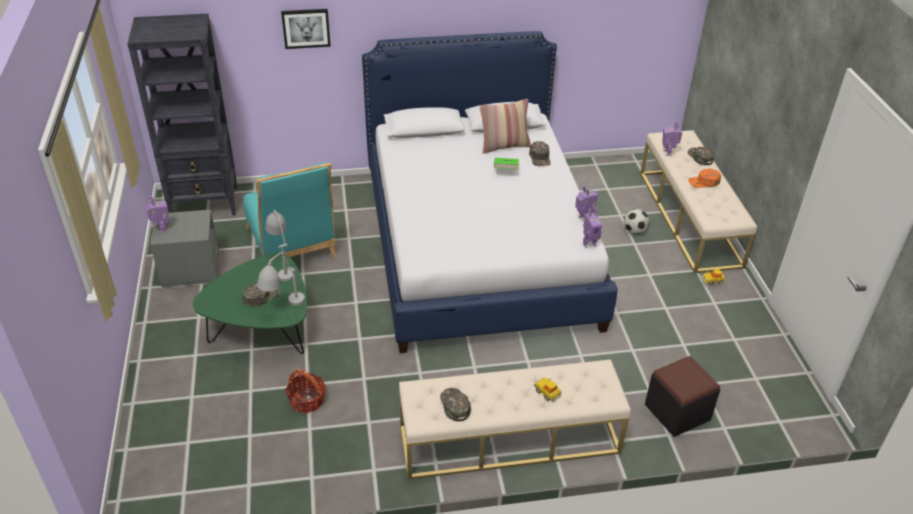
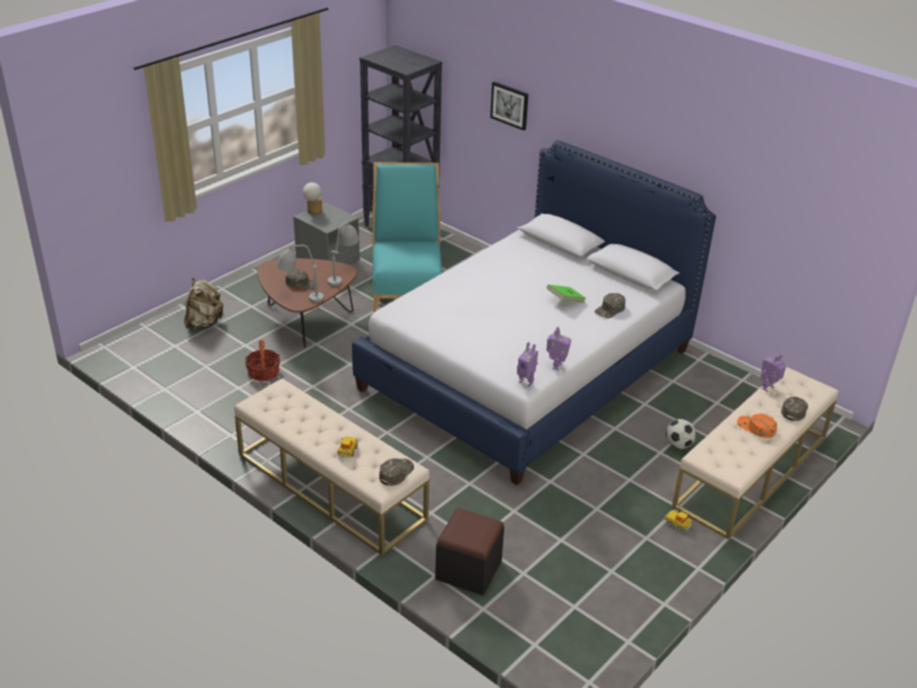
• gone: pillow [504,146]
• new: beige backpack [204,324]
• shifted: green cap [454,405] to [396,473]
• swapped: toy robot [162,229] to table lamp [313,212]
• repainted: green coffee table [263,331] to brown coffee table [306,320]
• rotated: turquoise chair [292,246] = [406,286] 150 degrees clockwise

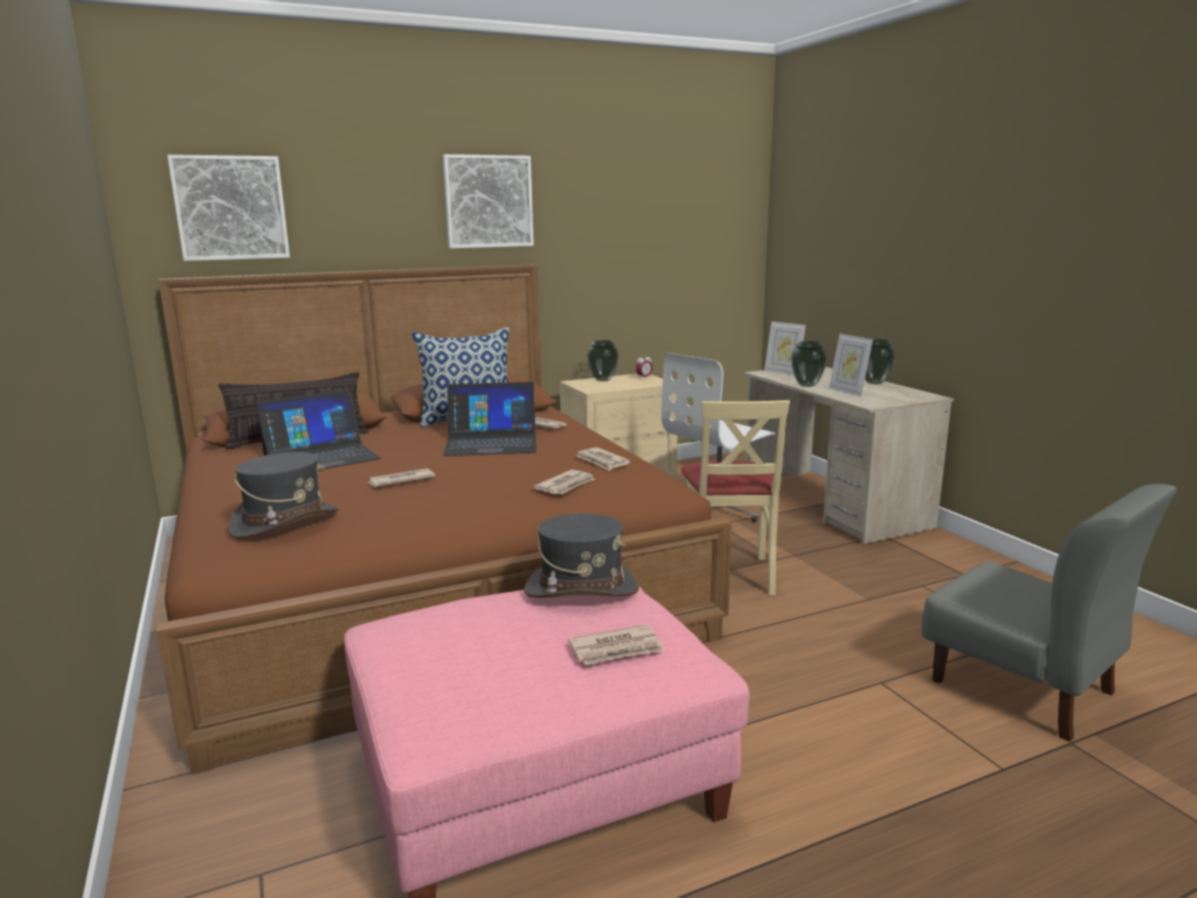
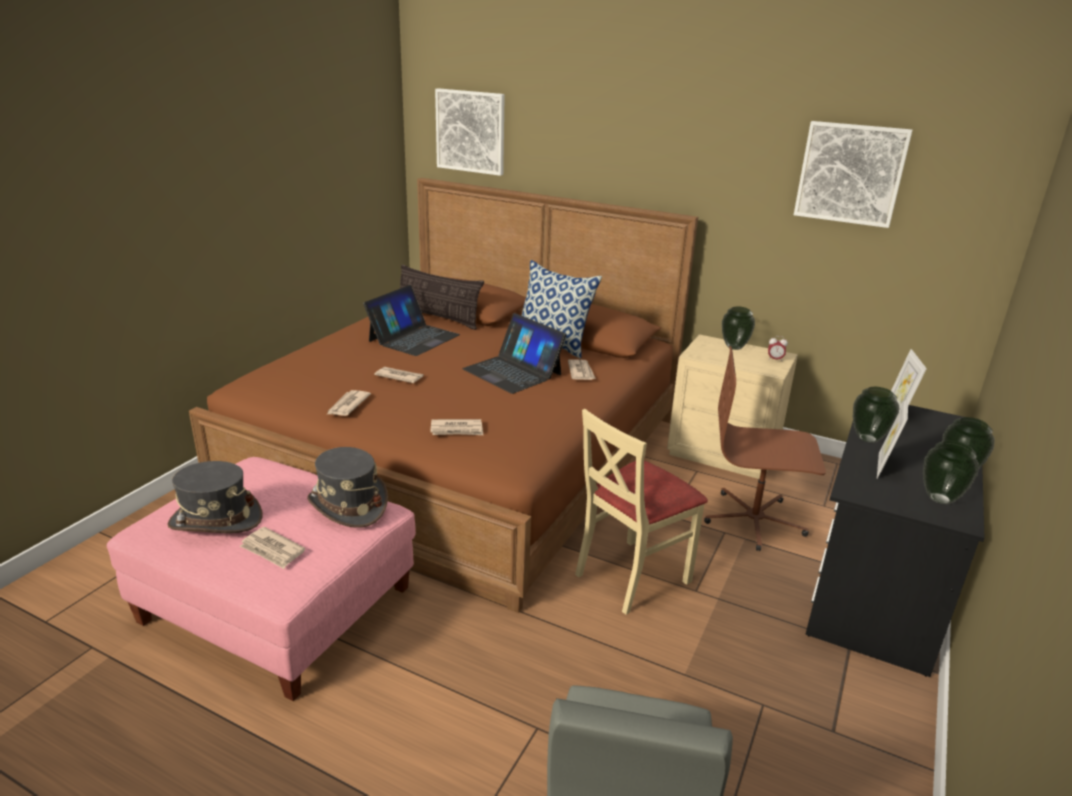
• new: vase [941,499]
• shifted: grey hat [285,522] to [215,520]
• shifted: picture [488,201] to [850,173]
• shifted: newspaper [602,461] to [347,405]
• repainted: white office chair [718,509] to brown office chair [754,521]
• repainted: beige desk [832,504] to black desk [877,583]
• rotated: laptop [321,456] = [413,338] 75 degrees counterclockwise

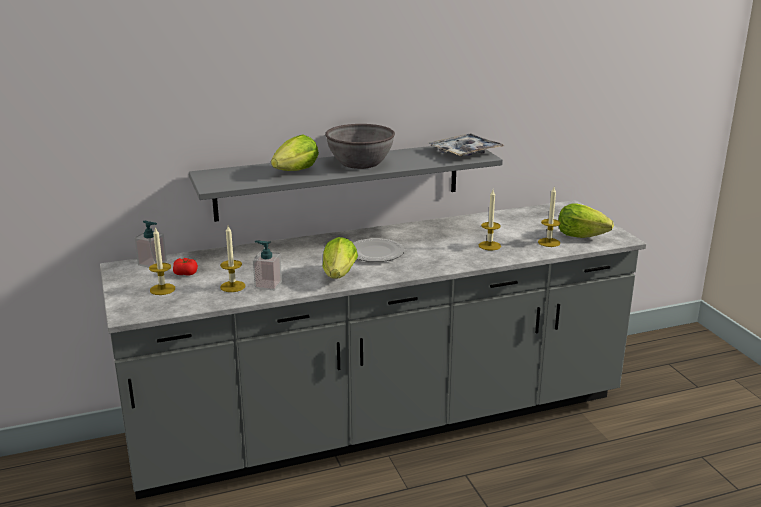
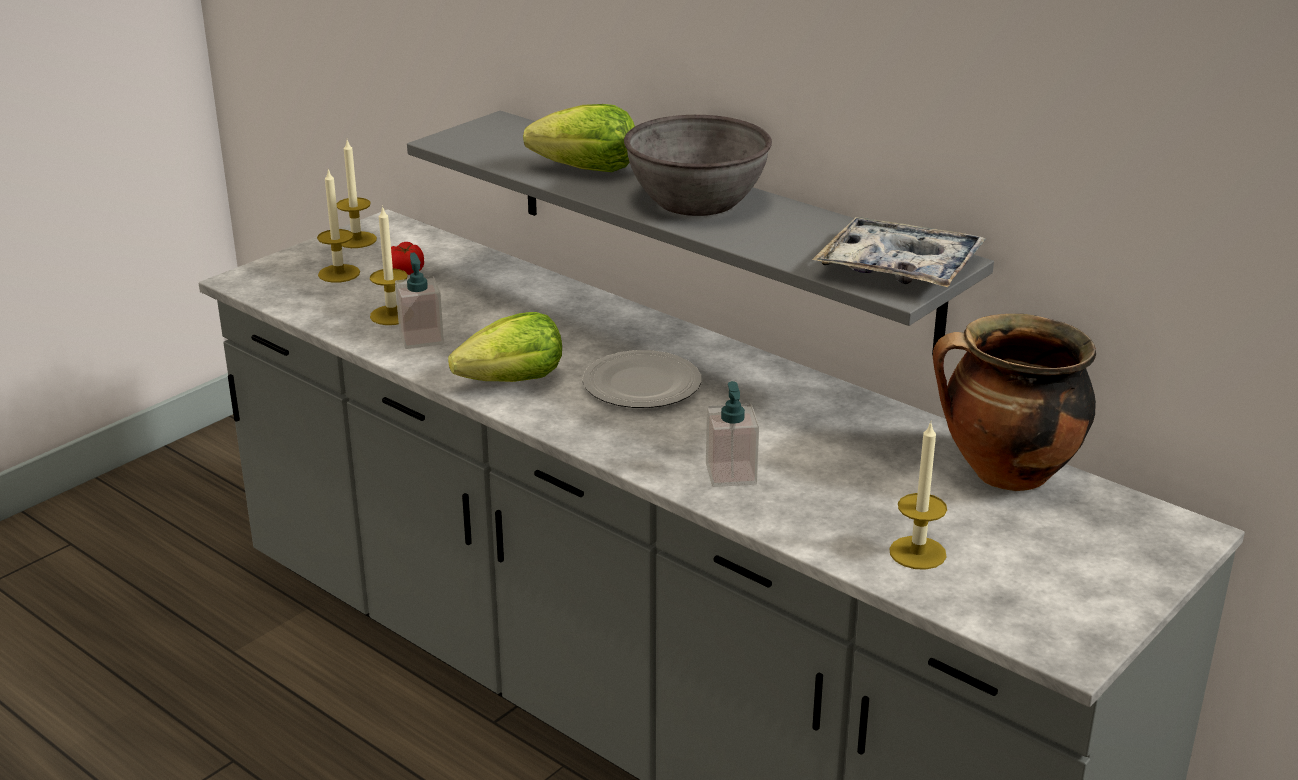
• gone: lettuce [580,236]
• new: cooking pot [1006,475]
• shifted: soap dispenser [152,263] to [731,474]
• shifted: candle [489,245] to [356,240]

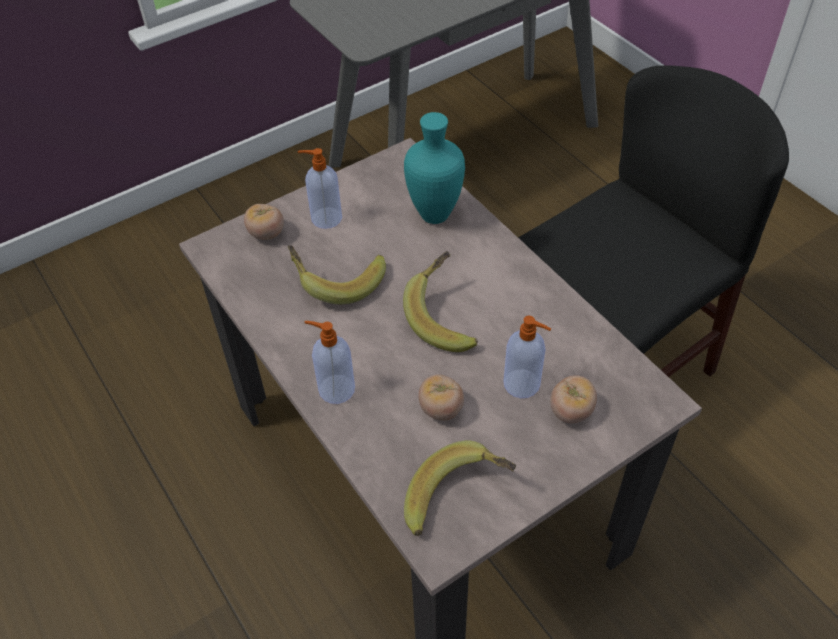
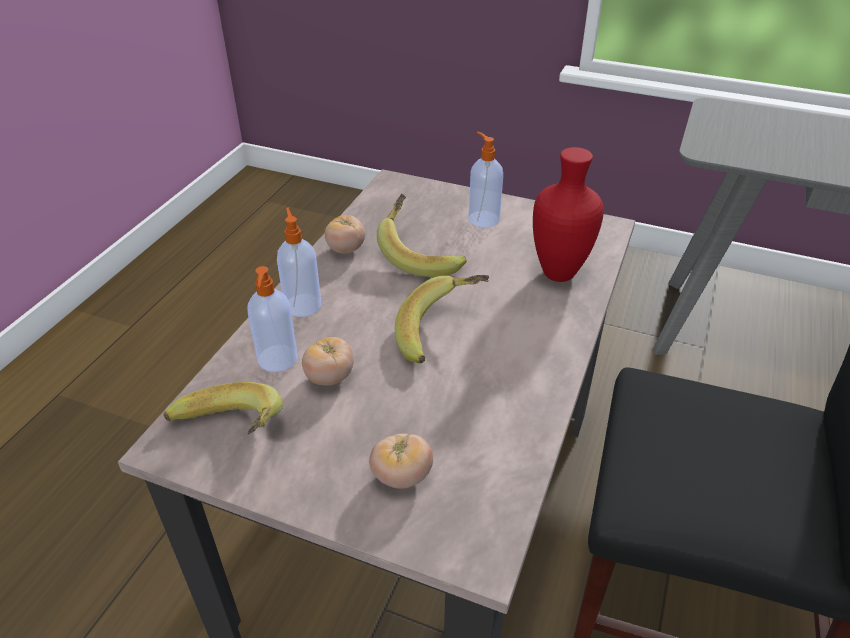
• shifted: tomato [266,233] to [346,249]
• shifted: soap dispenser [523,384] to [277,360]
• repainted: turquoise vase [433,214] to red vase [559,272]

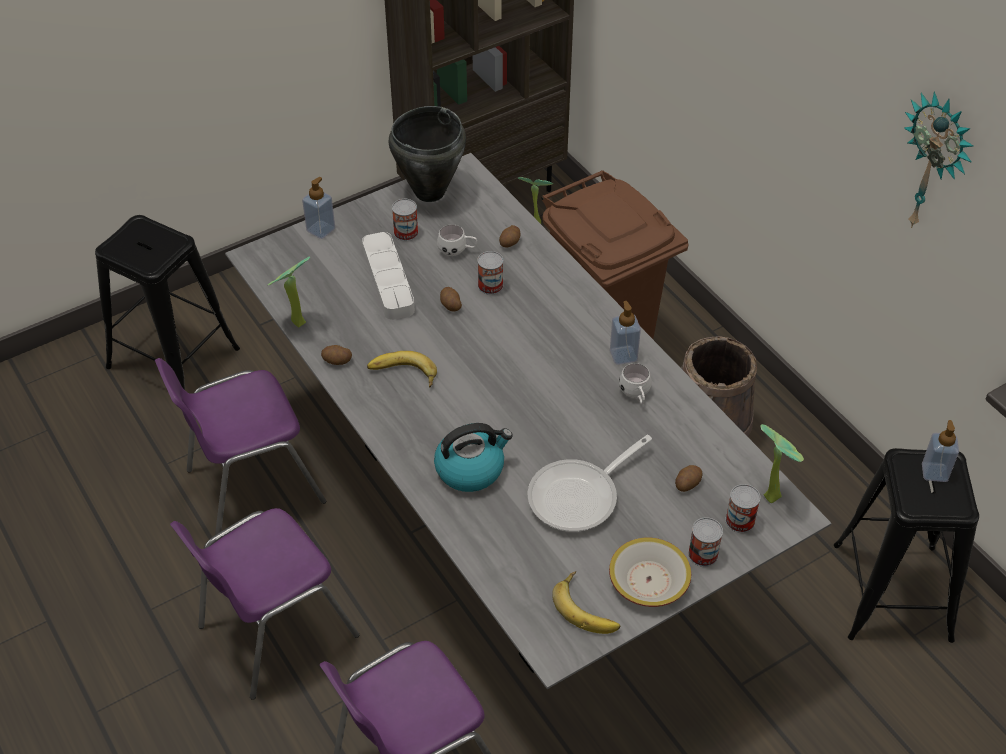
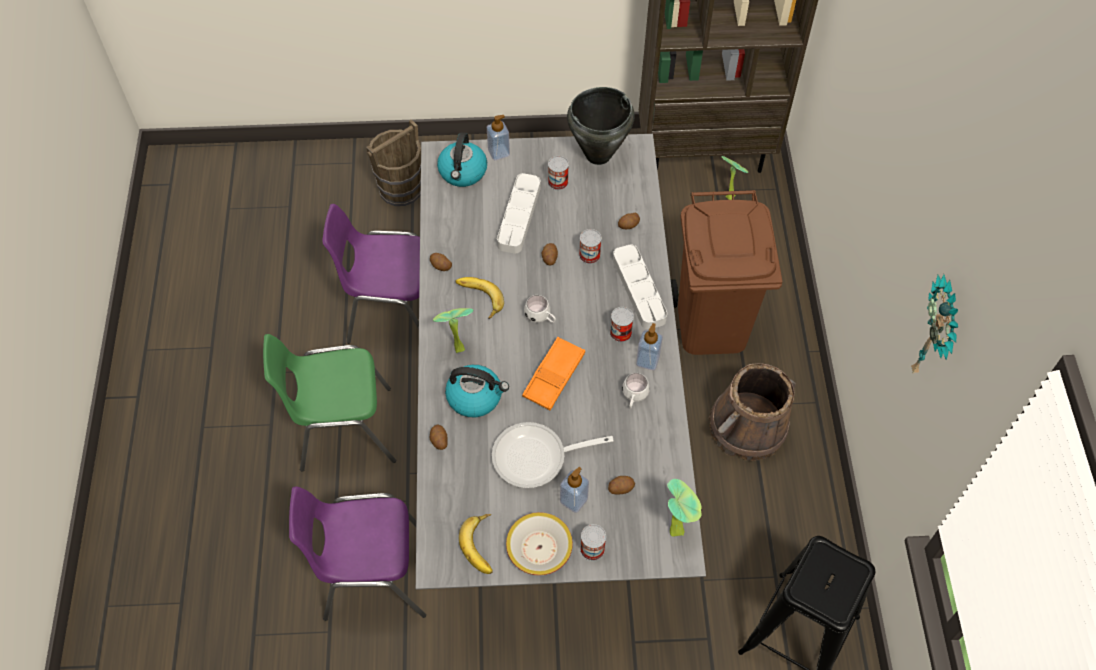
• new: potato [439,440]
• new: kettle [463,172]
• new: orange tray [554,376]
• new: grey tray [639,289]
• shifted: potted plant [294,323] to [456,347]
• shifted: white mug [457,251] to [541,318]
• shifted: can [740,520] to [620,332]
• shifted: soap dispenser [934,472] to [573,500]
• swapped: black stool [173,358] to brown bucket [400,189]
• repainted: purple chair [273,632] to green chair [343,429]

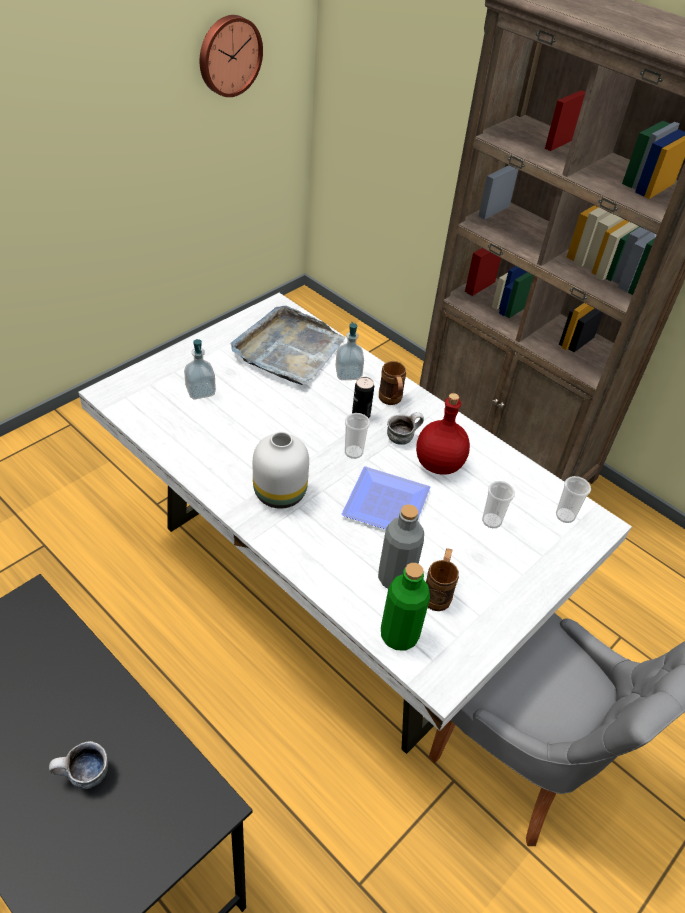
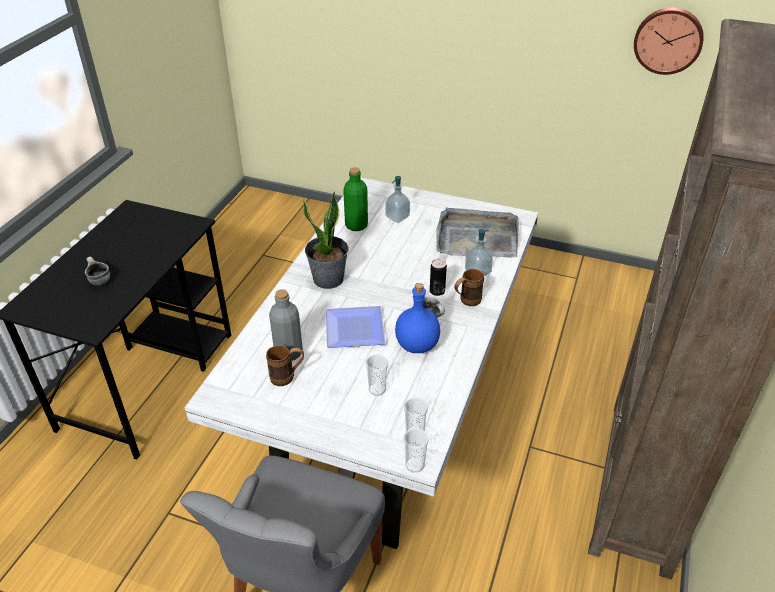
• shifted: cup [353,452] to [415,465]
• shifted: green bottle [399,635] to [356,225]
• swapped: white vase [279,494] to potted plant [329,279]
• repainted: red bottle [438,464] to blue bottle [417,344]

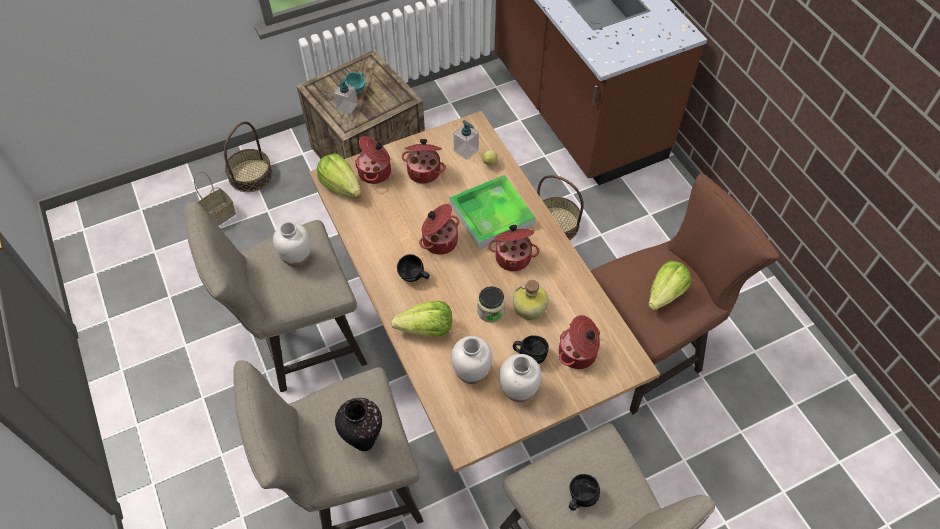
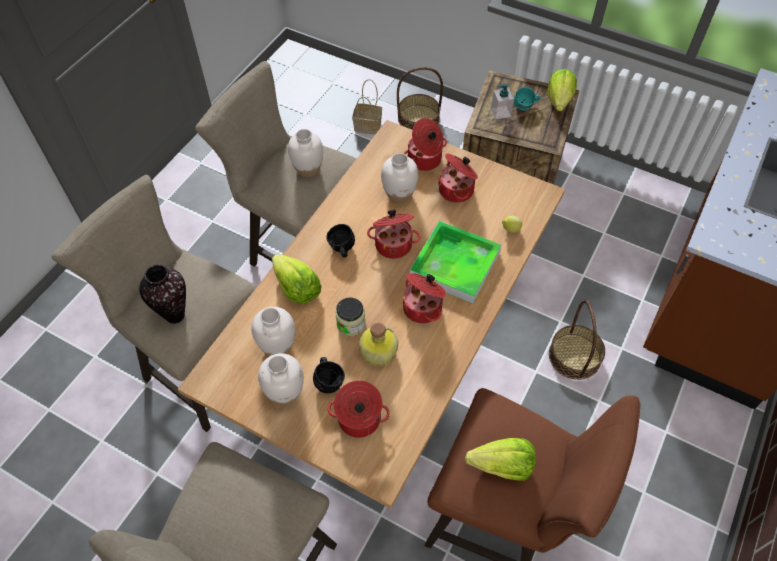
• gone: soap dispenser [466,150]
• gone: black mug [579,498]
• new: white vase [399,194]
• shifted: lettuce [341,186] to [559,100]

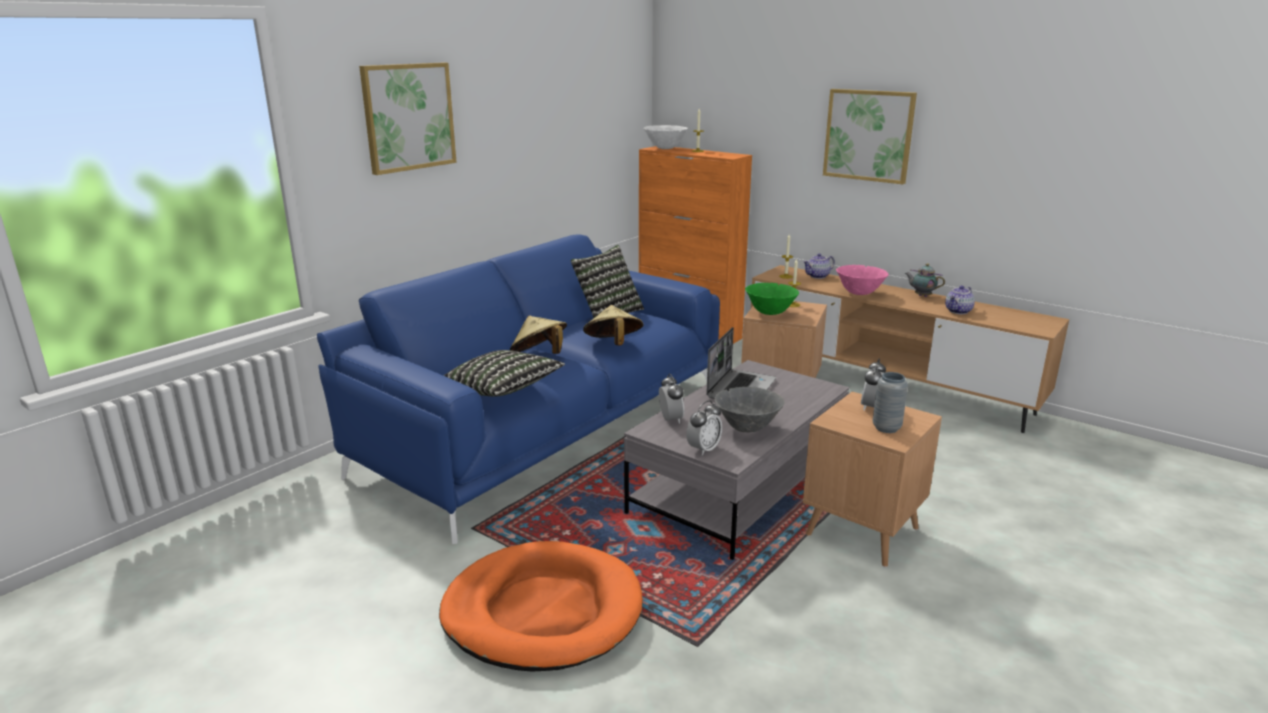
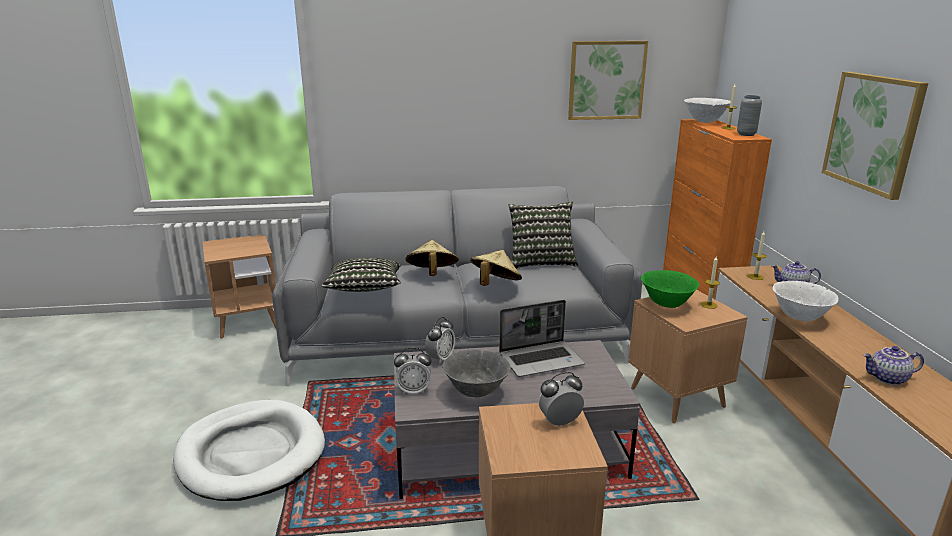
• gone: teapot [921,296]
• new: brown side table [247,322]
• shifted: picture [408,117] to [606,80]
• shifted: grey vase [886,428] to [746,134]
• repainted: blue sofa [543,427] to grey sofa [457,337]
• repainted: orange dog bed [542,611] to white dog bed [251,454]
• repainted: pink bowl [859,294] to white bowl [799,318]

